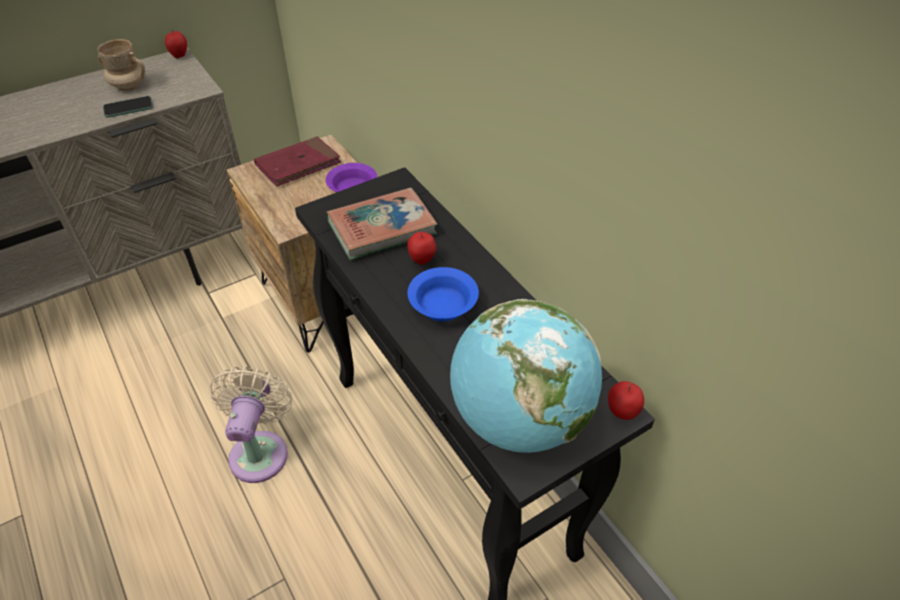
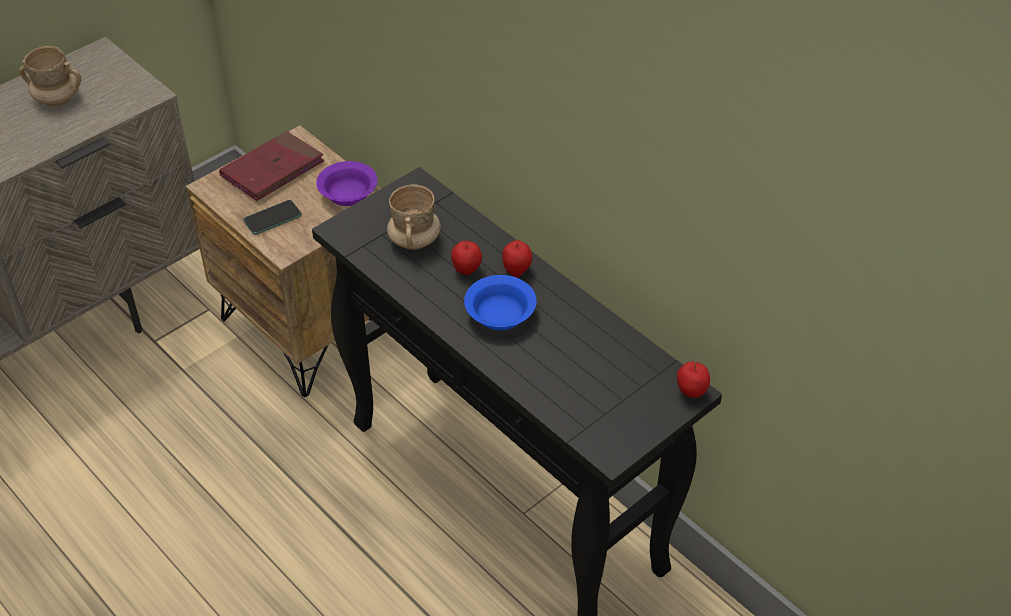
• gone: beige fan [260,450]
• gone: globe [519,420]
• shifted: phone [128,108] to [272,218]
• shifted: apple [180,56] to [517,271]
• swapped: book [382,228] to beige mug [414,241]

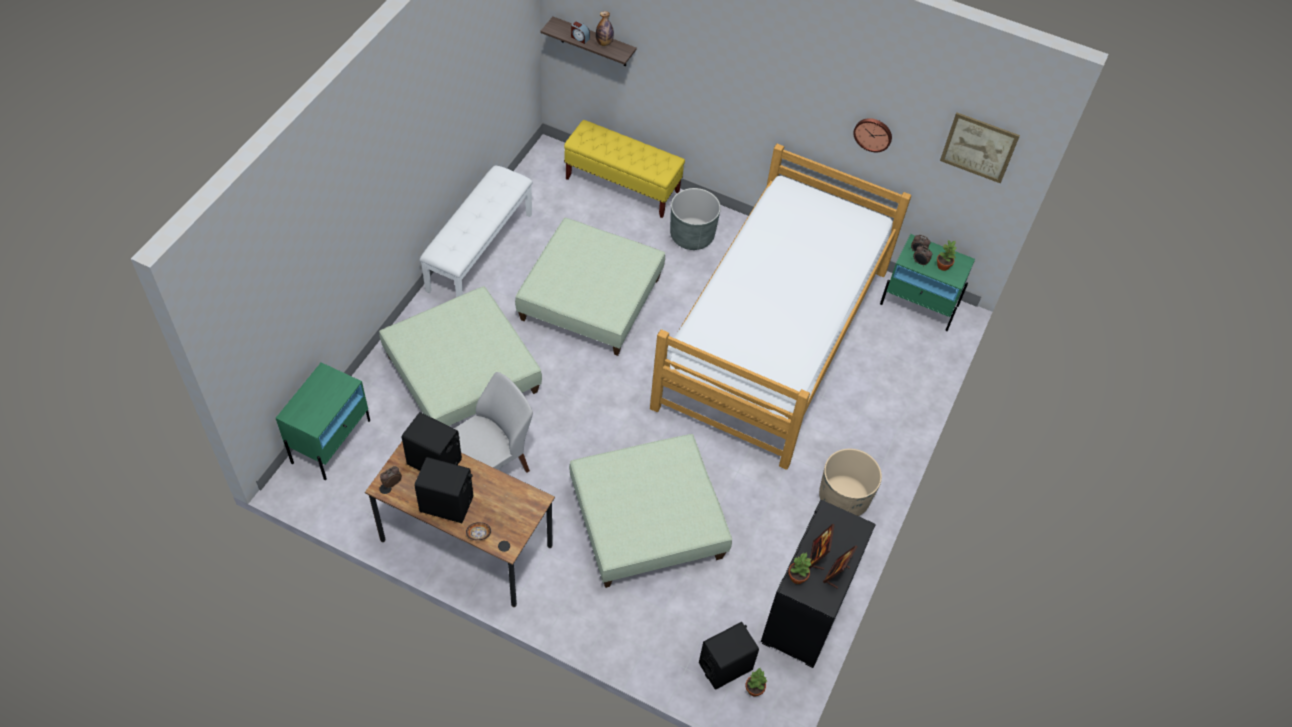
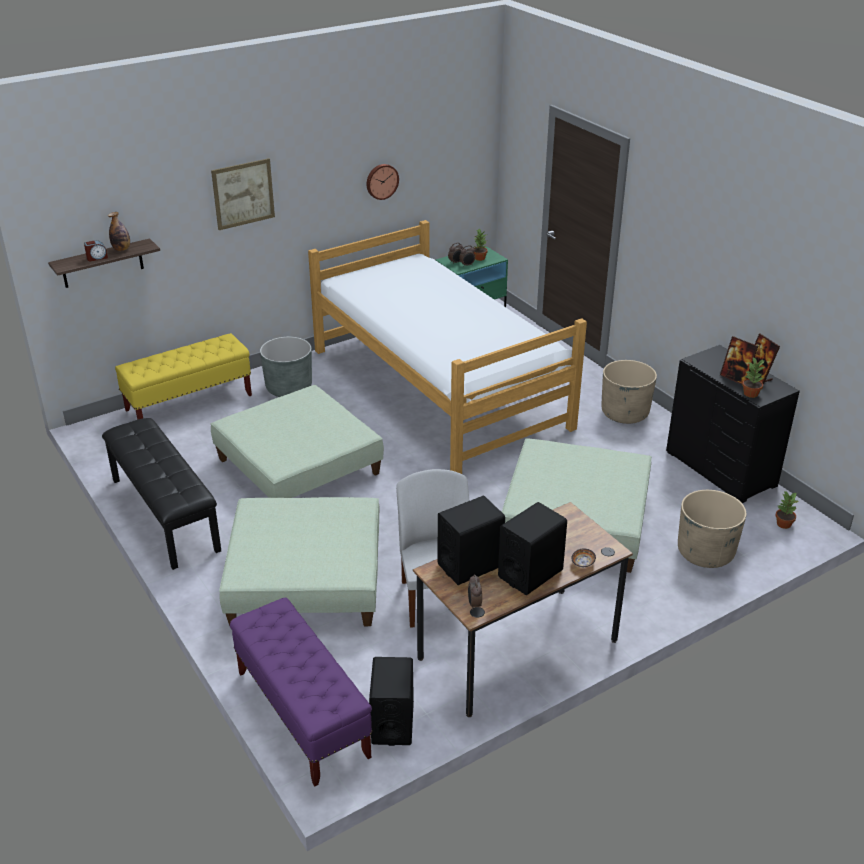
• new: beige planter [705,552]
• shifted: black speaker [725,666] to [392,723]
• shifted: picture [979,147] to [243,194]
• swapped: green nightstand [331,441] to purple bench [302,714]
• repainted: white bench [479,251] to black bench [164,514]

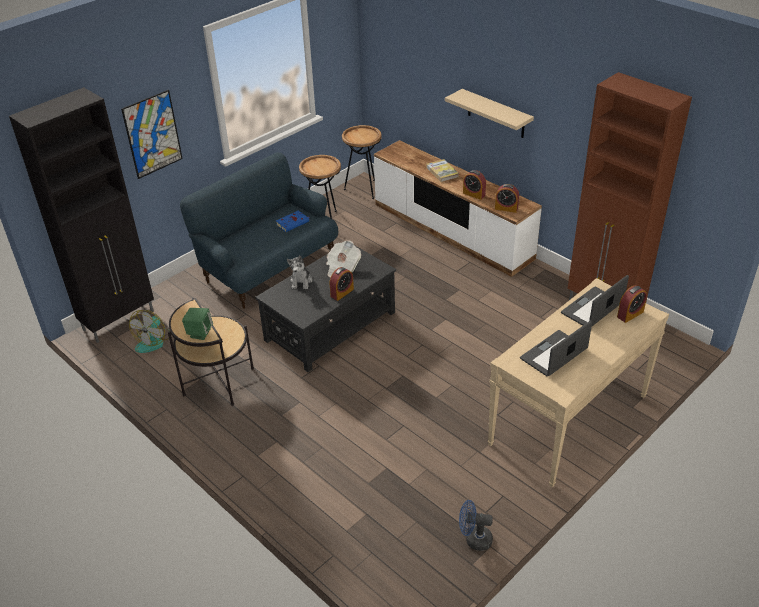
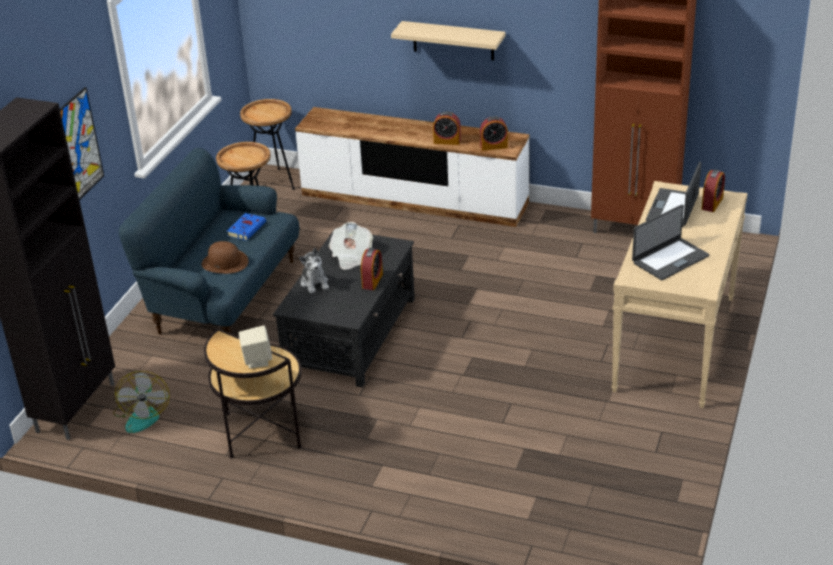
• gone: book [442,172]
• gone: blue fan [474,539]
• new: brown hat [225,262]
• repainted: green speaker [200,333] to beige speaker [257,360]
• rotated: laptop [554,354] = [669,259] 150 degrees counterclockwise

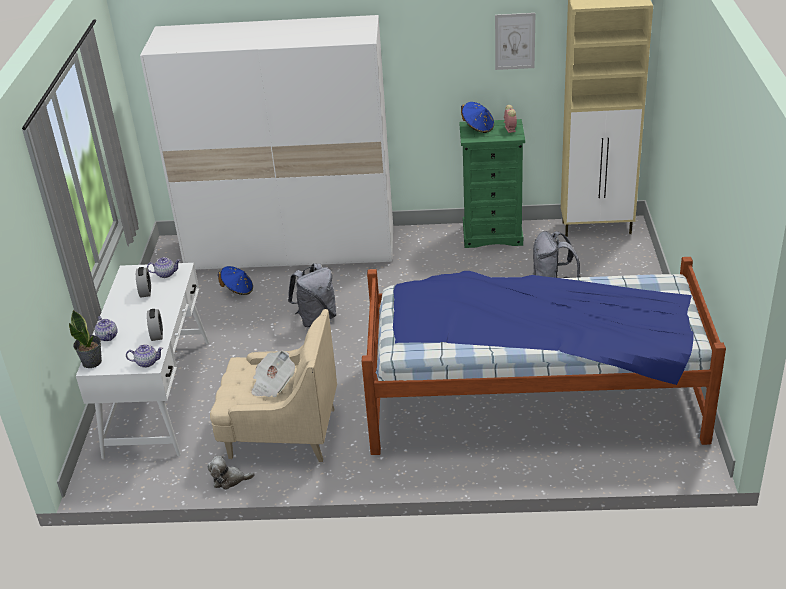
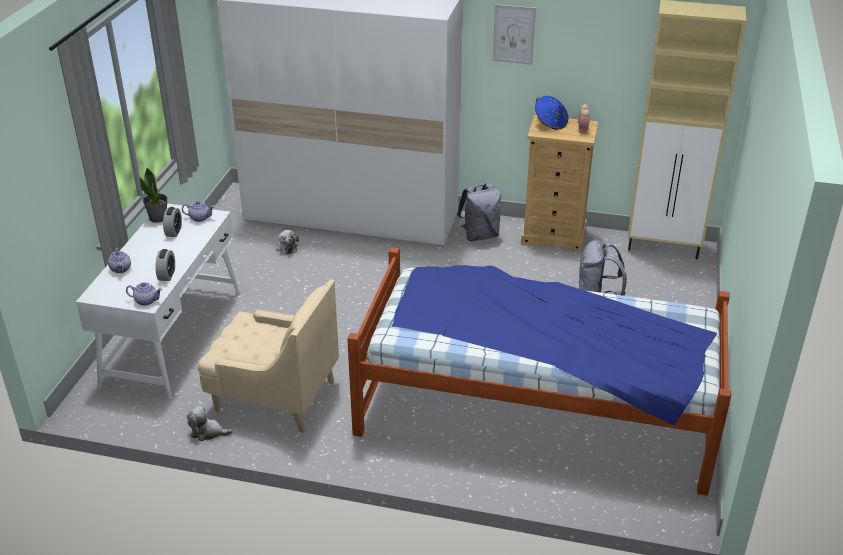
• gone: newspaper [273,384]
• shifted: potted plant [92,362] to [158,218]
• shifted: grey backpack [316,318] to [480,235]
• shifted: picture [515,41] to [513,34]
• swapped: blue hat [238,290] to plush toy [286,247]
• repainted: green dresser [492,235] to beige dresser [554,236]

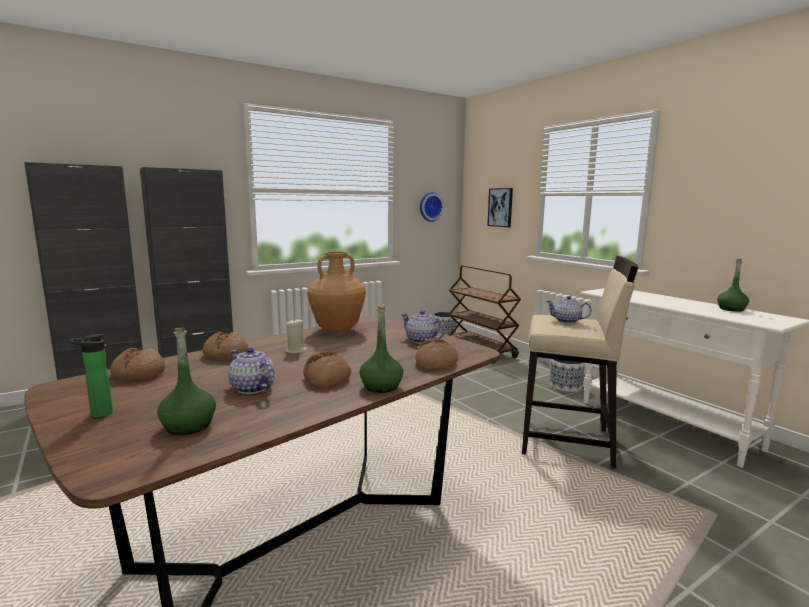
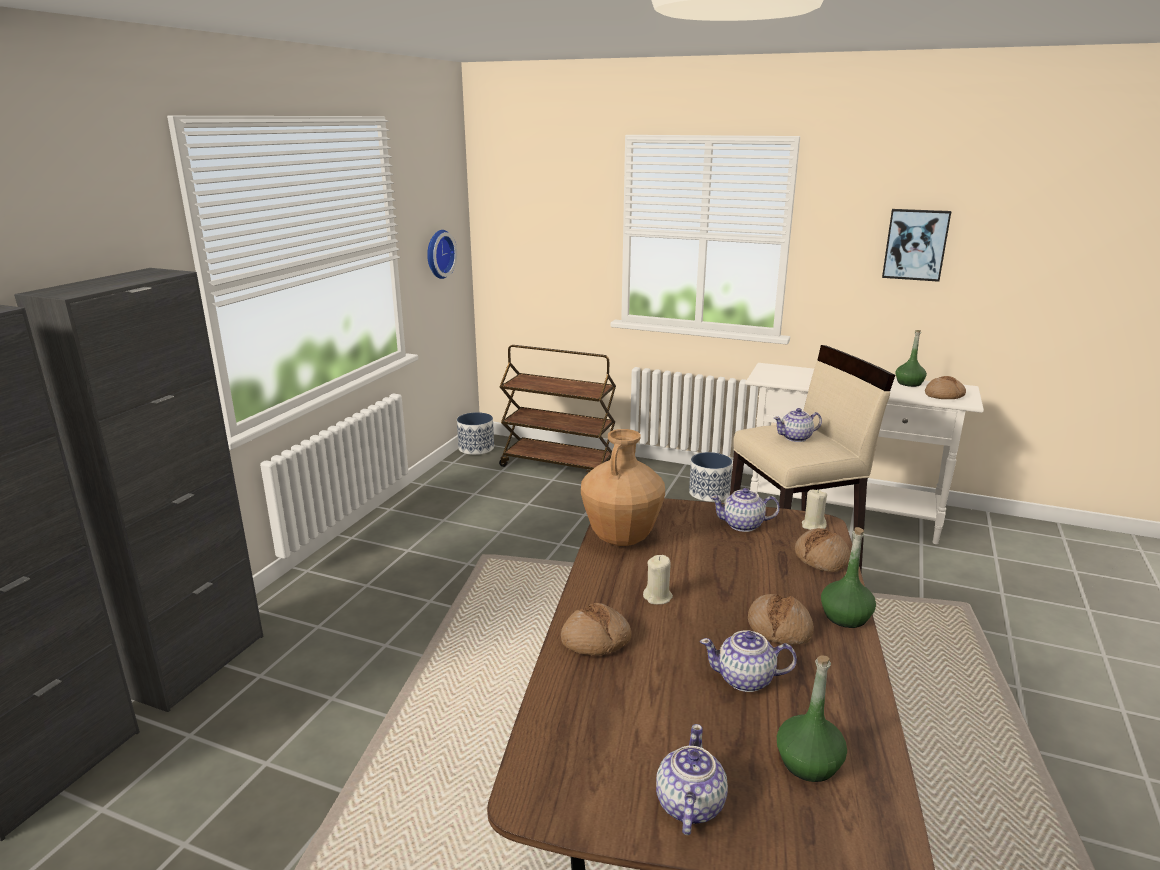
• new: beige candle [813,526]
• shifted: bread [138,374] to [944,395]
• shifted: picture [500,207] to [915,244]
• swapped: bottle [98,414] to teapot [689,805]

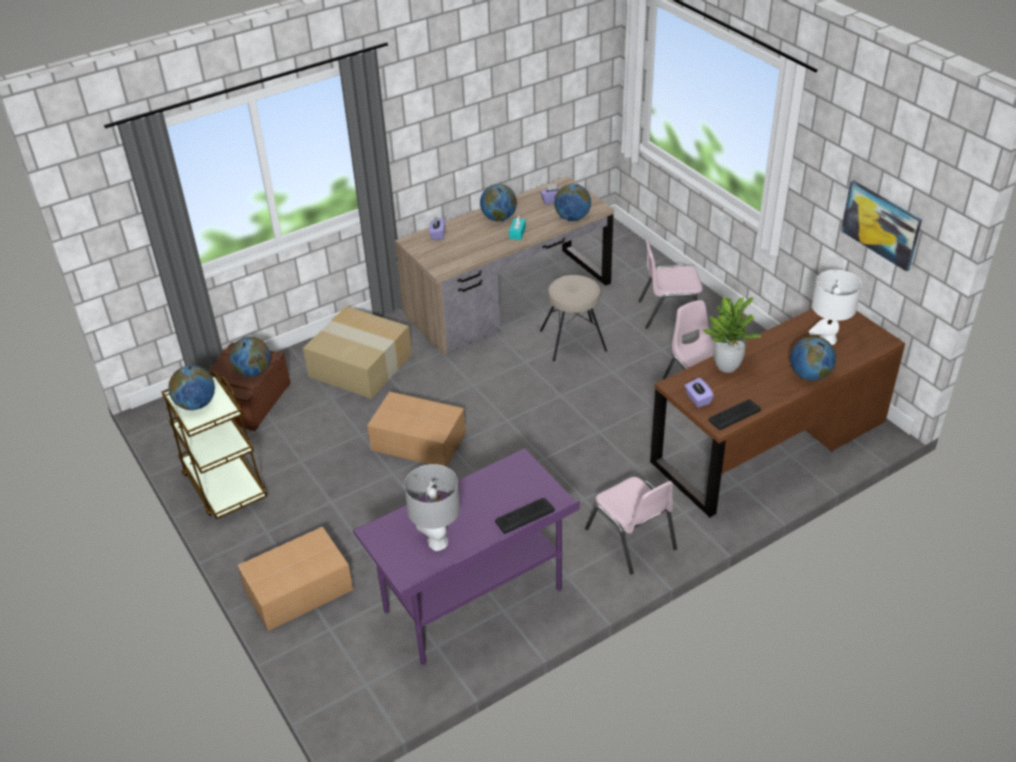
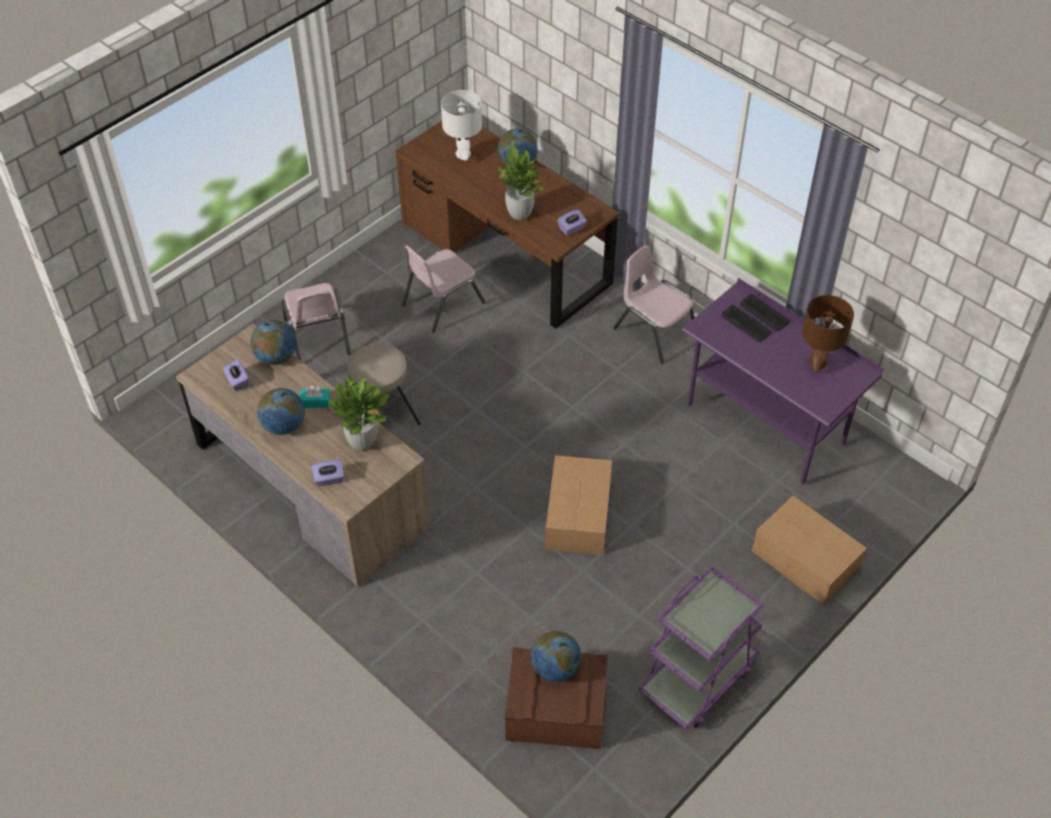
• gone: globe [196,404]
• gone: cardboard box [362,365]
• gone: picture [881,224]
• new: potted plant [363,443]
• shifted: keyboard [734,414] to [745,324]
• repainted: brown cart [224,485] to purple cart [697,679]
• repainted: grey table lamp [437,542] to brown table lamp [817,363]
• rotated: pink chair [631,539] = [654,331] 90 degrees counterclockwise

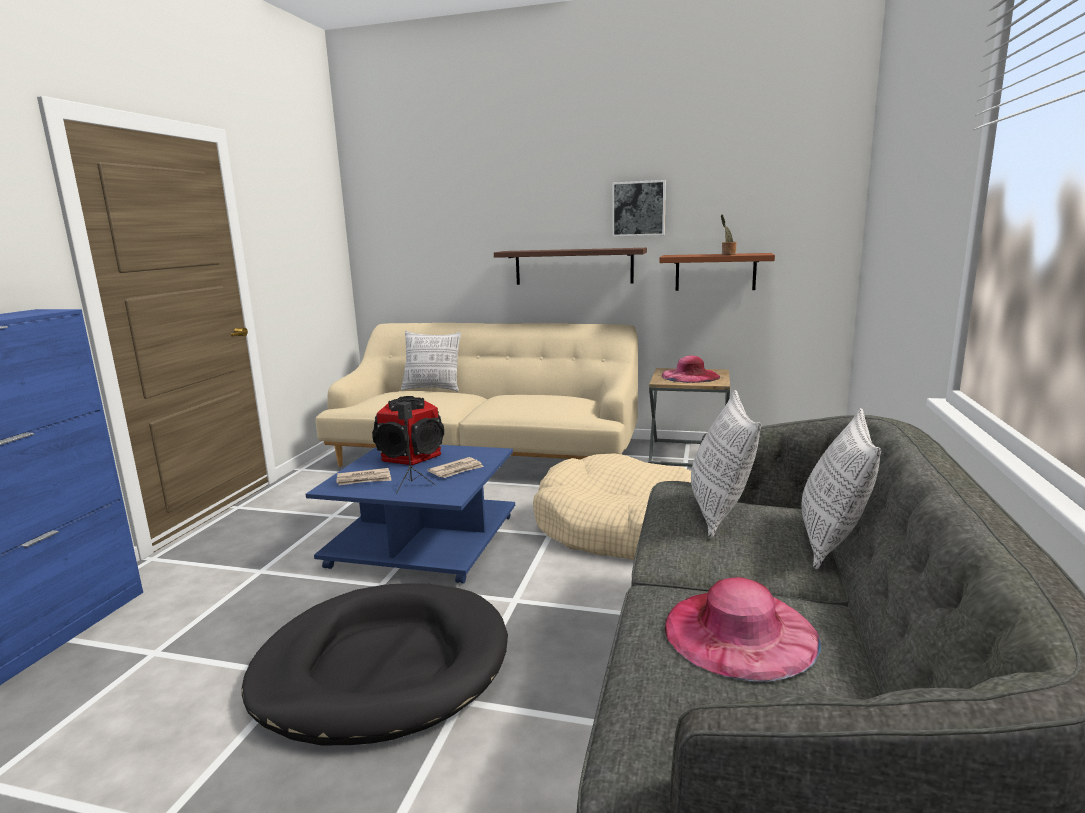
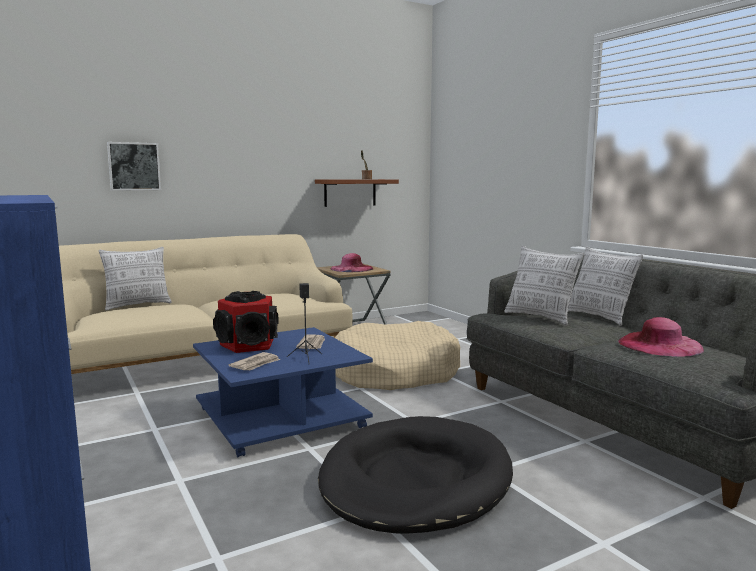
• gone: shelf [573,266]
• shifted: picture [638,208] to [134,166]

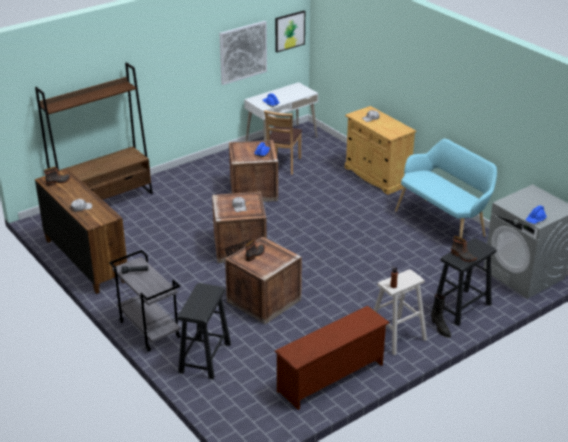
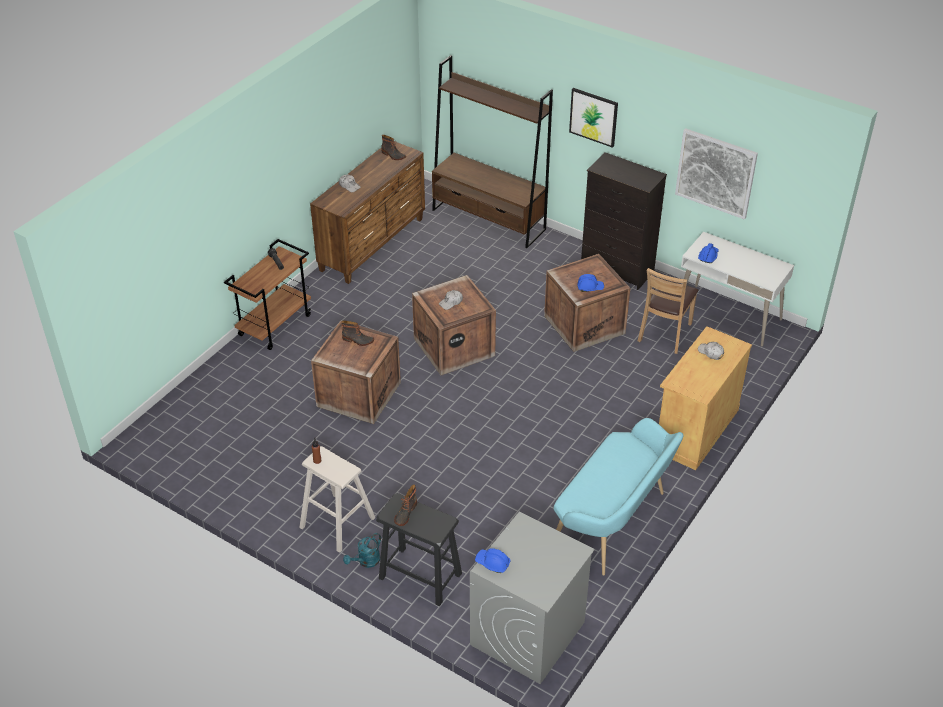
• gone: black stool [204,358]
• gone: brown shoe rack [331,378]
• new: black dresser [617,270]
• shifted: picture [289,31] to [593,117]
• swapped: black boot [440,329] to turquoise watering can [366,562]
• repainted: grey cart [148,329] to brown cart [275,324]
• rotated: brown chair [283,164] = [665,333] 60 degrees counterclockwise

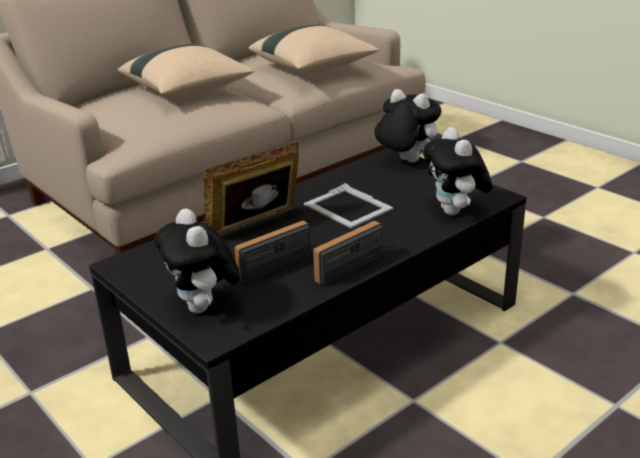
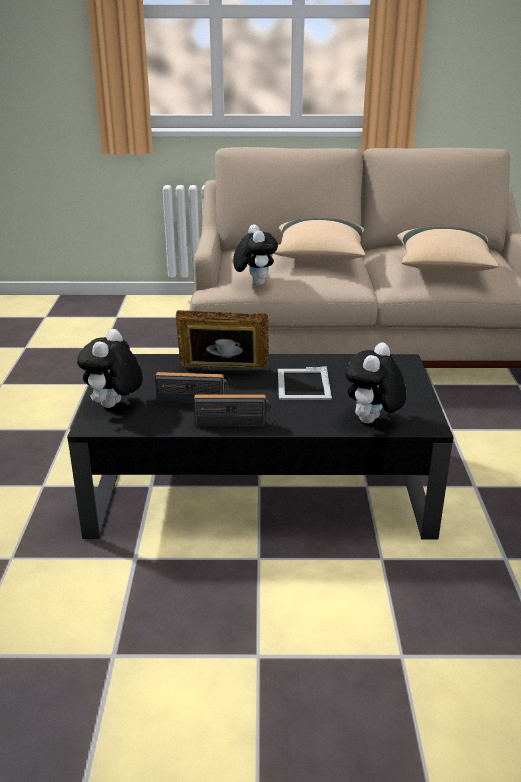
• shifted: plush toy [405,161] to [254,283]

